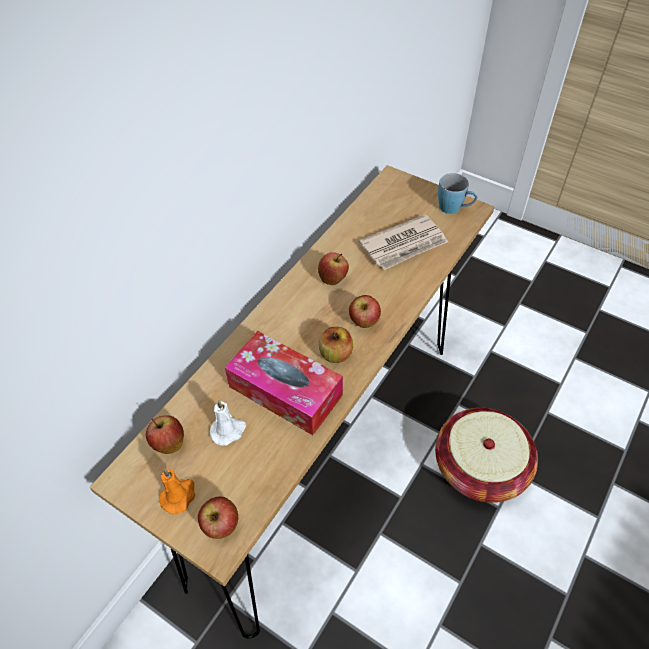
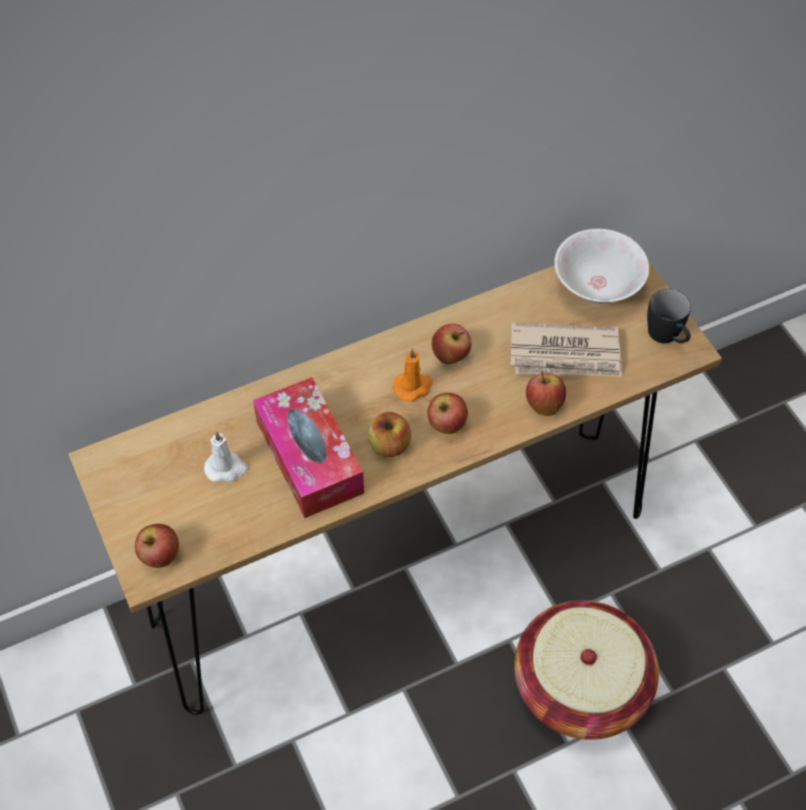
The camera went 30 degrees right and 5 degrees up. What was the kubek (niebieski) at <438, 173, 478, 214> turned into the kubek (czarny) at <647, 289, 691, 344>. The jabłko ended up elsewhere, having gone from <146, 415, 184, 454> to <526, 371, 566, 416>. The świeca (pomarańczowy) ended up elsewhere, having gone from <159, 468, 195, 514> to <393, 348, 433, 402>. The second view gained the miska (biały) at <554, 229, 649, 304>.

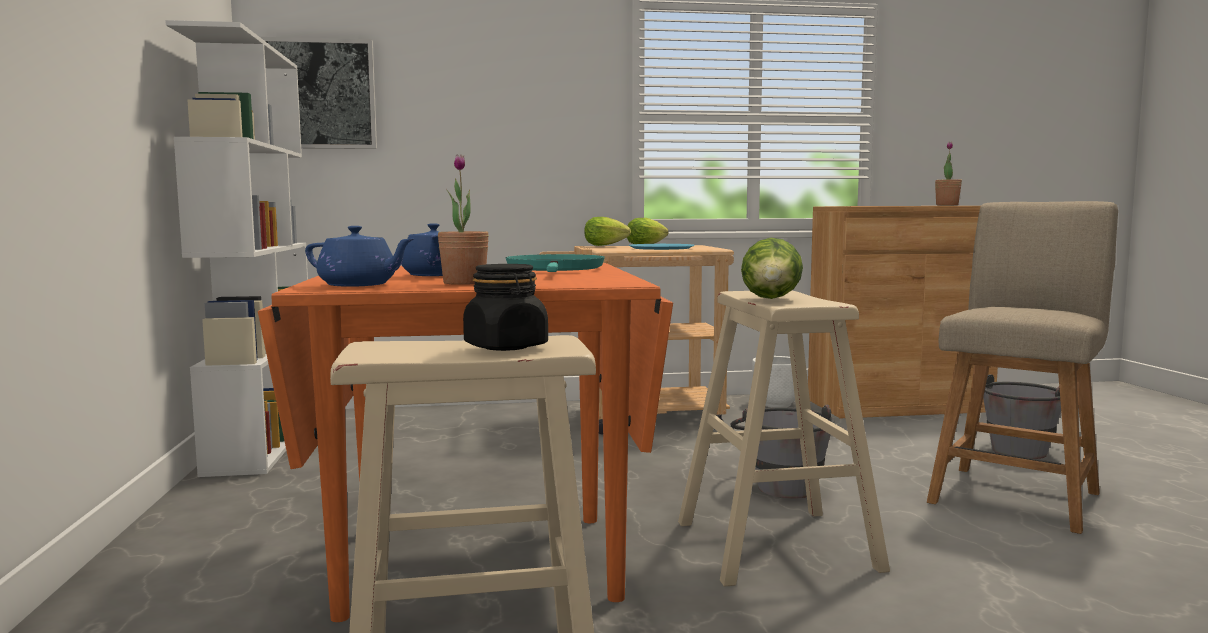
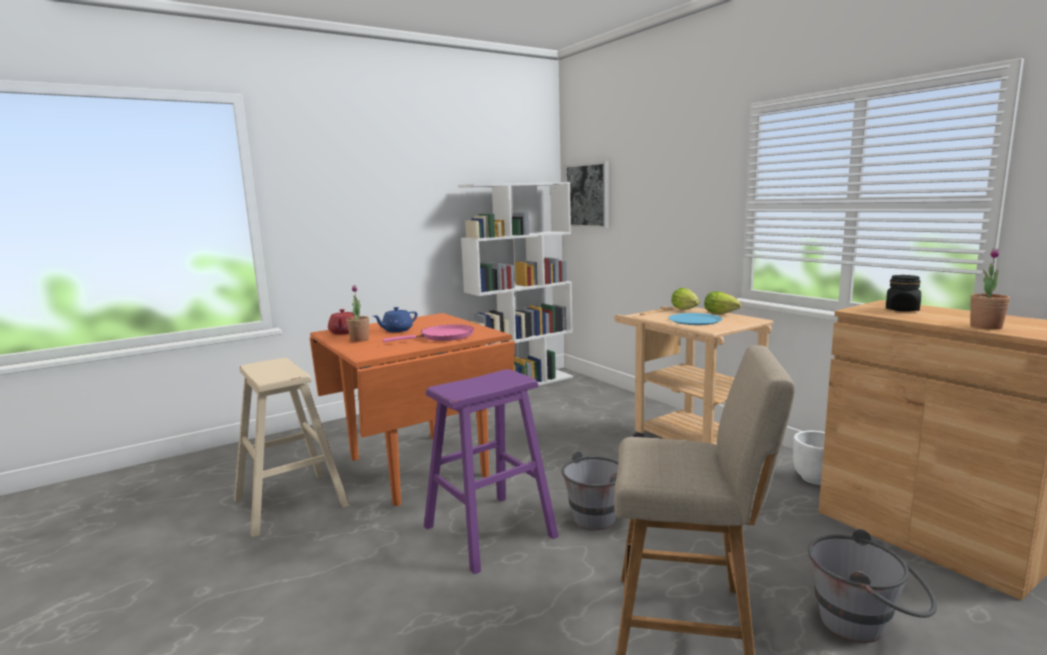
The camera went 65 degrees right and 5 degrees up. What was the imbryk (niebieski) at <305, 226, 414, 287> turned into the imbryk (czerwony) at <328, 309, 355, 335>. The second view lost the sałata at <741, 238, 803, 299>. What was the patelnia (turkusowy) at <506, 254, 605, 272> turned into the patelnia (różowy) at <382, 324, 474, 342>. The słoik (czarny) ended up elsewhere, having gone from <463, 264, 548, 351> to <886, 275, 921, 312>. What was the stołek (beżowy) at <678, 291, 890, 587> turned into the stołek (fioletowy) at <424, 369, 559, 574>.

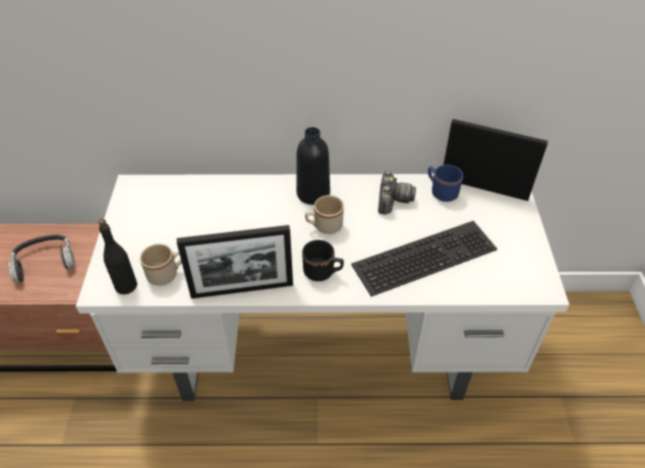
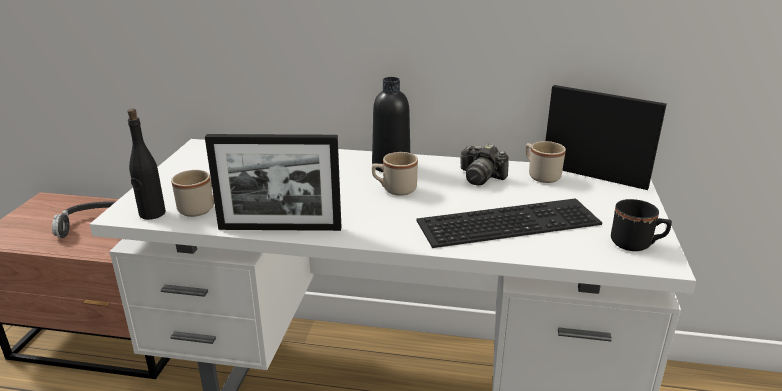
The camera went 10 degrees right and 20 degrees down. What was the kubek (niebieski) at <428, 165, 463, 202> turned into the kubek (beżowy) at <525, 141, 566, 183>. The aparat fotograficzny at <378, 171, 416, 214> ended up facing another way, 105 degrees clockwise from before. The kubek (czarny) ended up elsewhere, having gone from <302, 240, 344, 281> to <611, 199, 672, 251>.

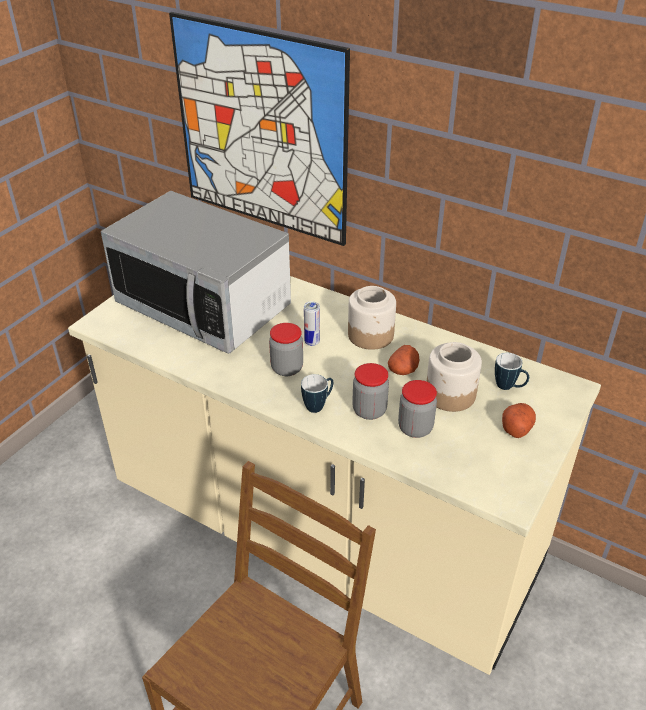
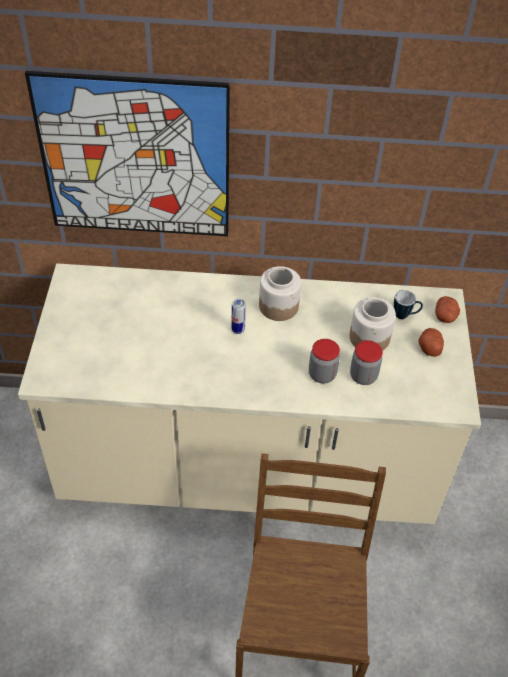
The camera went 30 degrees left and 10 degrees up. The second view lost the mikrofalówka at <101, 191, 291, 354>. The second view lost the słoik at <269, 323, 303, 376>. The ziemniak ended up elsewhere, having gone from <388, 345, 420, 375> to <435, 296, 460, 323>. The second view lost the kubek at <301, 374, 333, 413>.

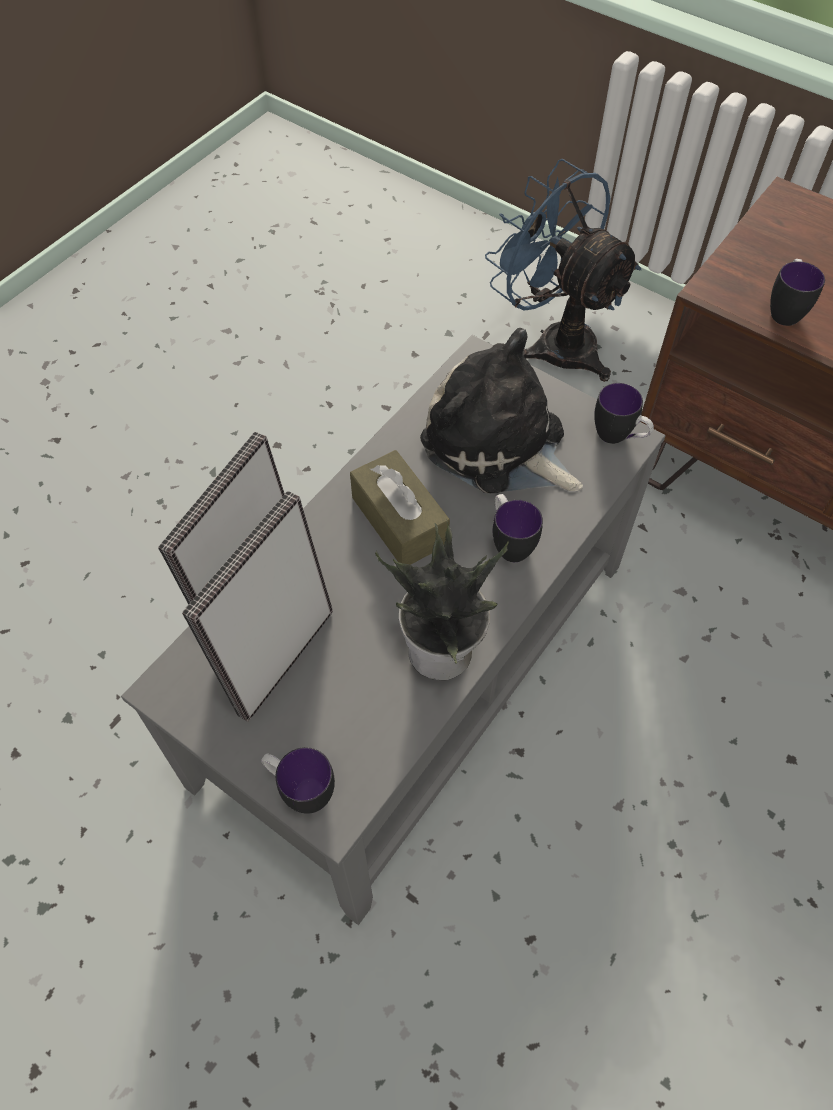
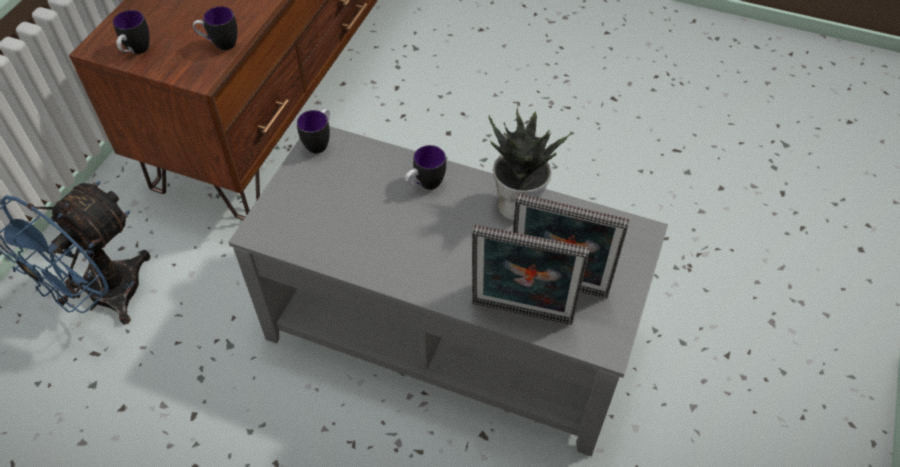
The camera went 105 degrees left and 5 degrees down. The second view lost the pluszak at <420, 328, 583, 493>. The second view lost the pudełko chusteczek (brązowy) at <350, 450, 450, 565>. The kubek ended up elsewhere, having gone from <261, 747, 335, 814> to <113, 10, 150, 54>.

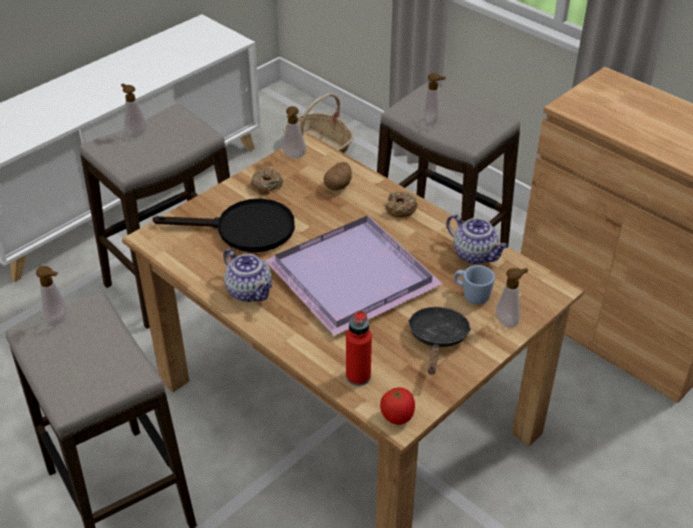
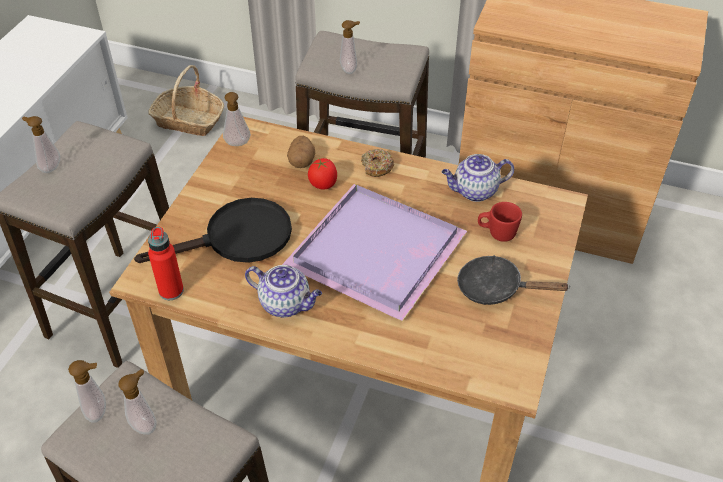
The camera went 25 degrees left and 5 degrees up. The second view lost the donut at <251, 168, 283, 195>. The imbryk at <446, 214, 509, 264> ended up facing another way, 150 degrees clockwise from before. What was the kubek (niebieski) at <454, 265, 495, 305> turned into the kubek (czerwony) at <478, 202, 522, 242>. The dozownik mydła ended up elsewhere, having gone from <496, 268, 528, 328> to <118, 369, 157, 435>. The patelnia (czarny) at <408, 307, 471, 375> ended up facing another way, 60 degrees counterclockwise from before. The butelka (czerwony) ended up elsewhere, having gone from <346, 310, 372, 386> to <148, 227, 184, 300>. The pomidor ended up elsewhere, having gone from <380, 387, 415, 425> to <308, 158, 337, 190>.

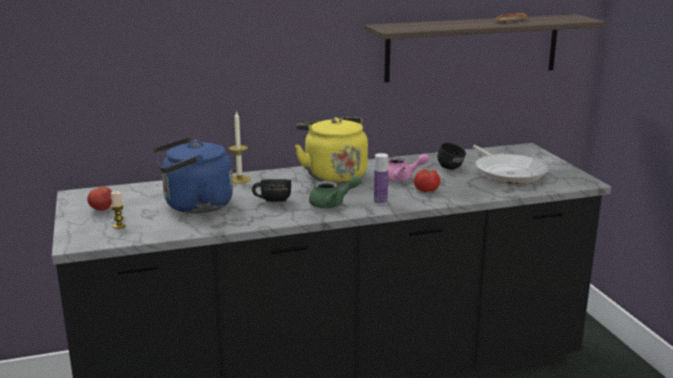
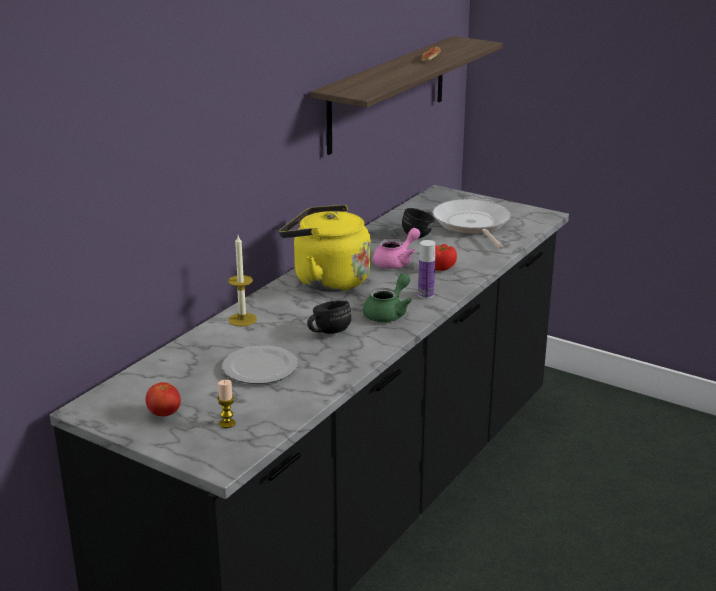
The camera went 40 degrees left and 5 degrees up. Where the czajnik (niebieski) stood at <152, 137, 233, 214>, the talerz came to stand at <222, 345, 298, 384>. The patelnia at <473, 145, 548, 184> ended up facing another way, 135 degrees counterclockwise from before.

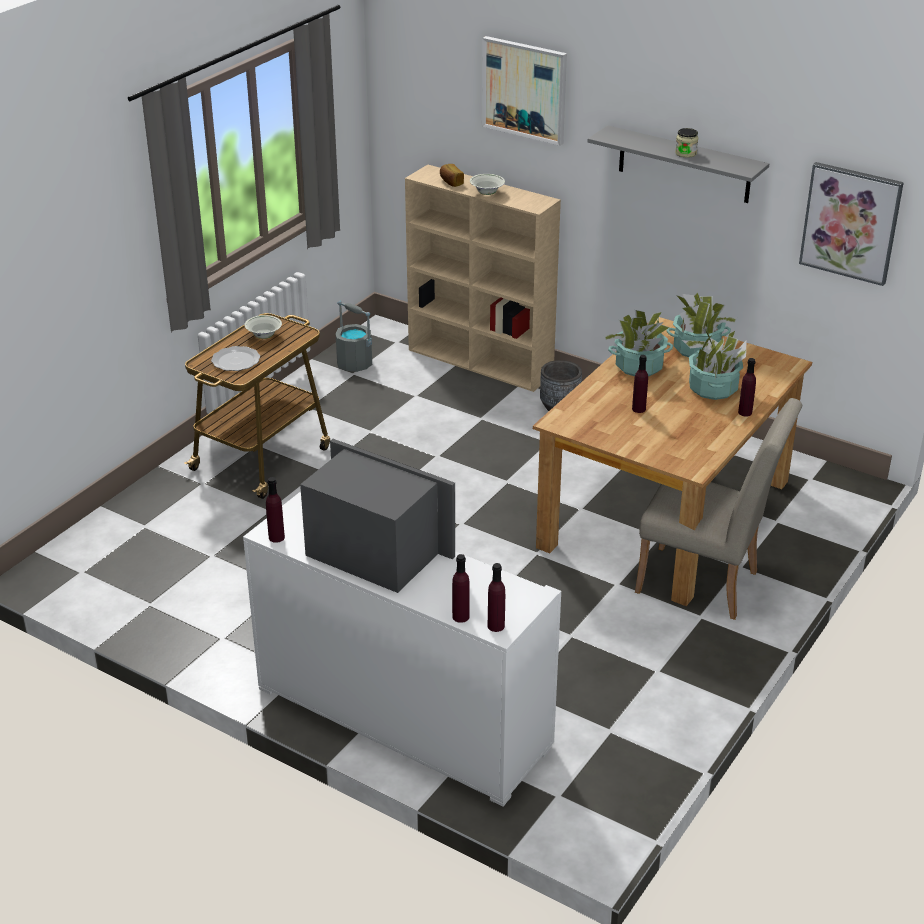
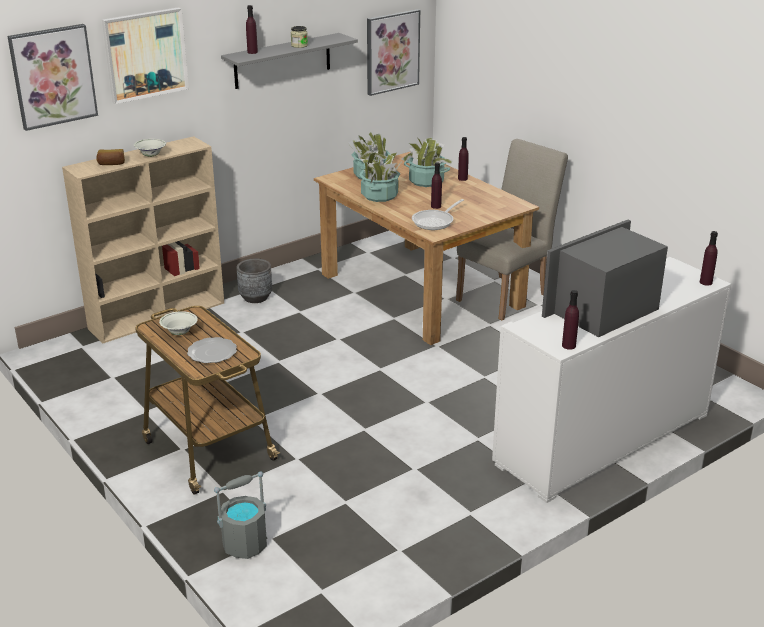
The camera went 70 degrees left and 5 degrees down. The wiadro (szary) ended up elsewhere, having gone from <335, 301, 372, 372> to <214, 471, 267, 559>. The butelka (fioletowy) ended up elsewhere, having gone from <452, 554, 470, 623> to <246, 5, 258, 54>. The second view gained the obraz at <7, 24, 98, 131>. The second view gained the patelnia at <412, 199, 464, 230>.

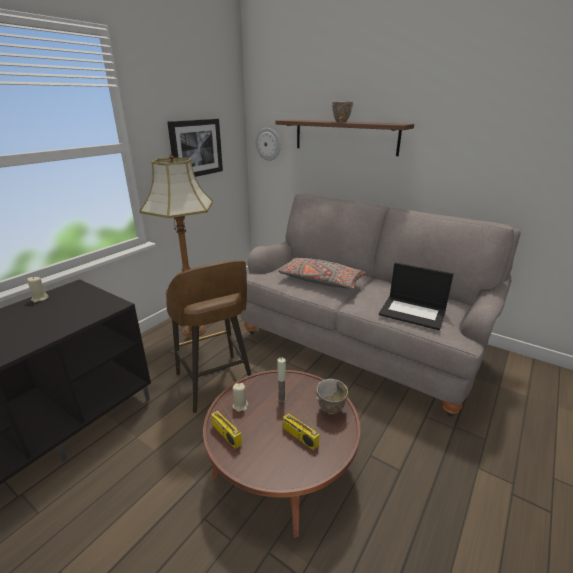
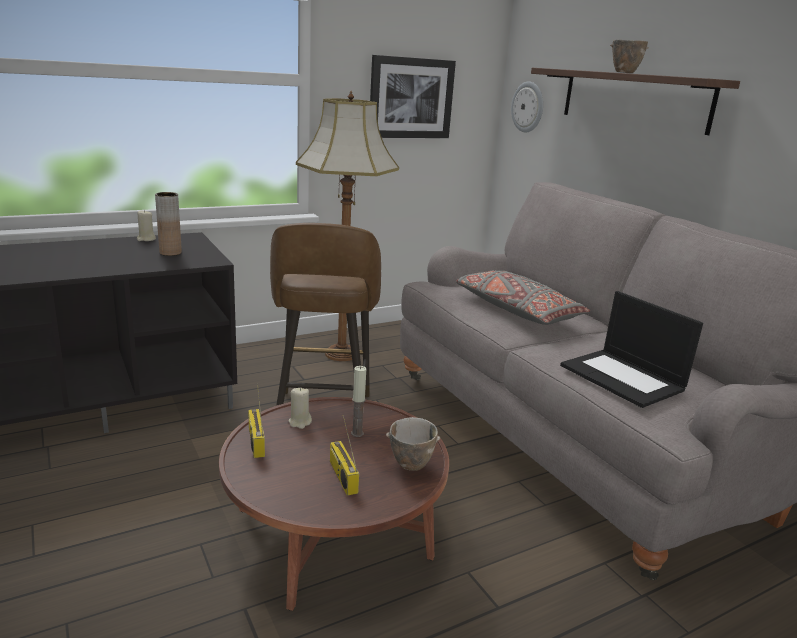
The camera went 25 degrees right and 5 degrees down. The second view gained the wazon (brązowy) at <155, 192, 182, 256>.

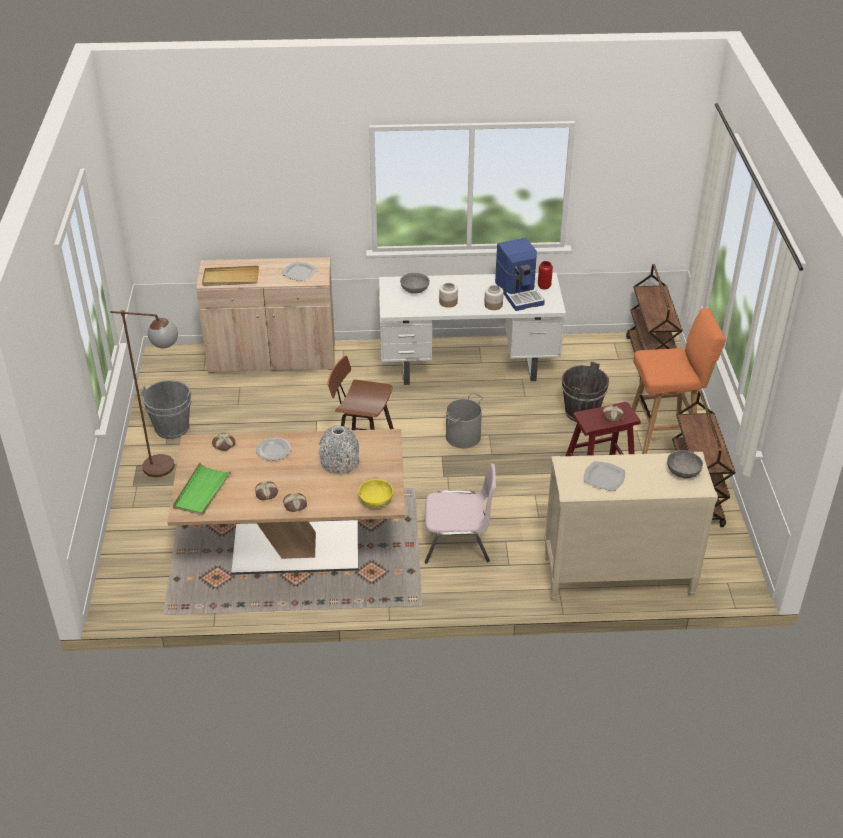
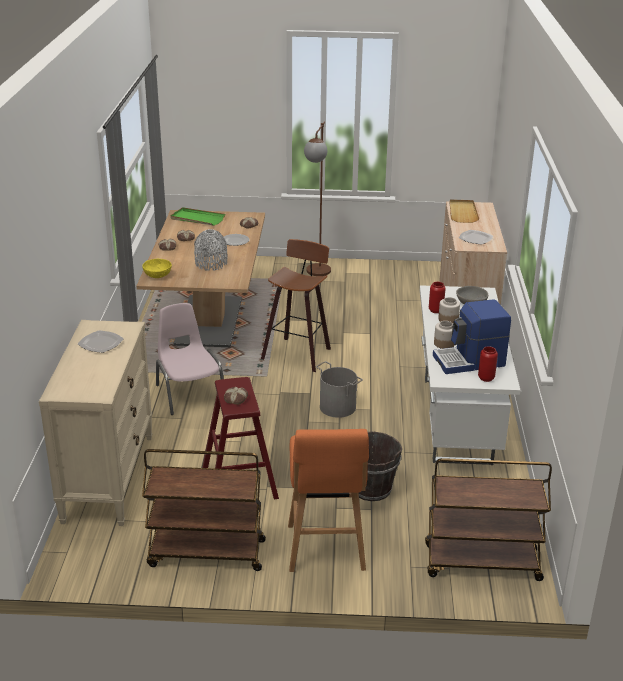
The camera went 95 degrees right and 10 degrees down. The second view lost the wiadro (szary) at <141, 380, 191, 439>. The second view lost the miska (szary) at <667, 450, 703, 478>. The krzesło (różowy) at <425, 463, 496, 564> ended up facing another way, 150 degrees clockwise from before. The second view gained the wazon (czerwony) at <429, 282, 445, 313>.

